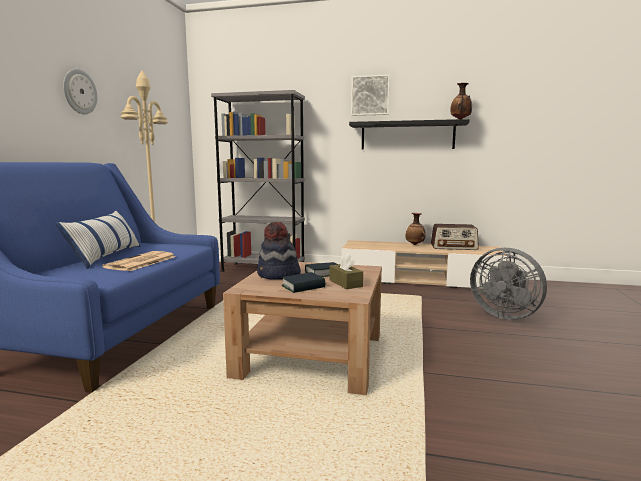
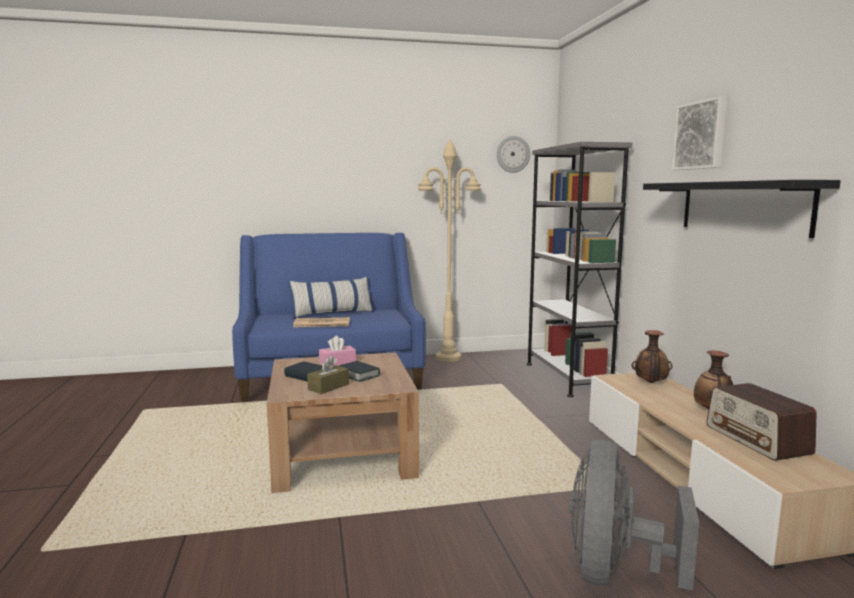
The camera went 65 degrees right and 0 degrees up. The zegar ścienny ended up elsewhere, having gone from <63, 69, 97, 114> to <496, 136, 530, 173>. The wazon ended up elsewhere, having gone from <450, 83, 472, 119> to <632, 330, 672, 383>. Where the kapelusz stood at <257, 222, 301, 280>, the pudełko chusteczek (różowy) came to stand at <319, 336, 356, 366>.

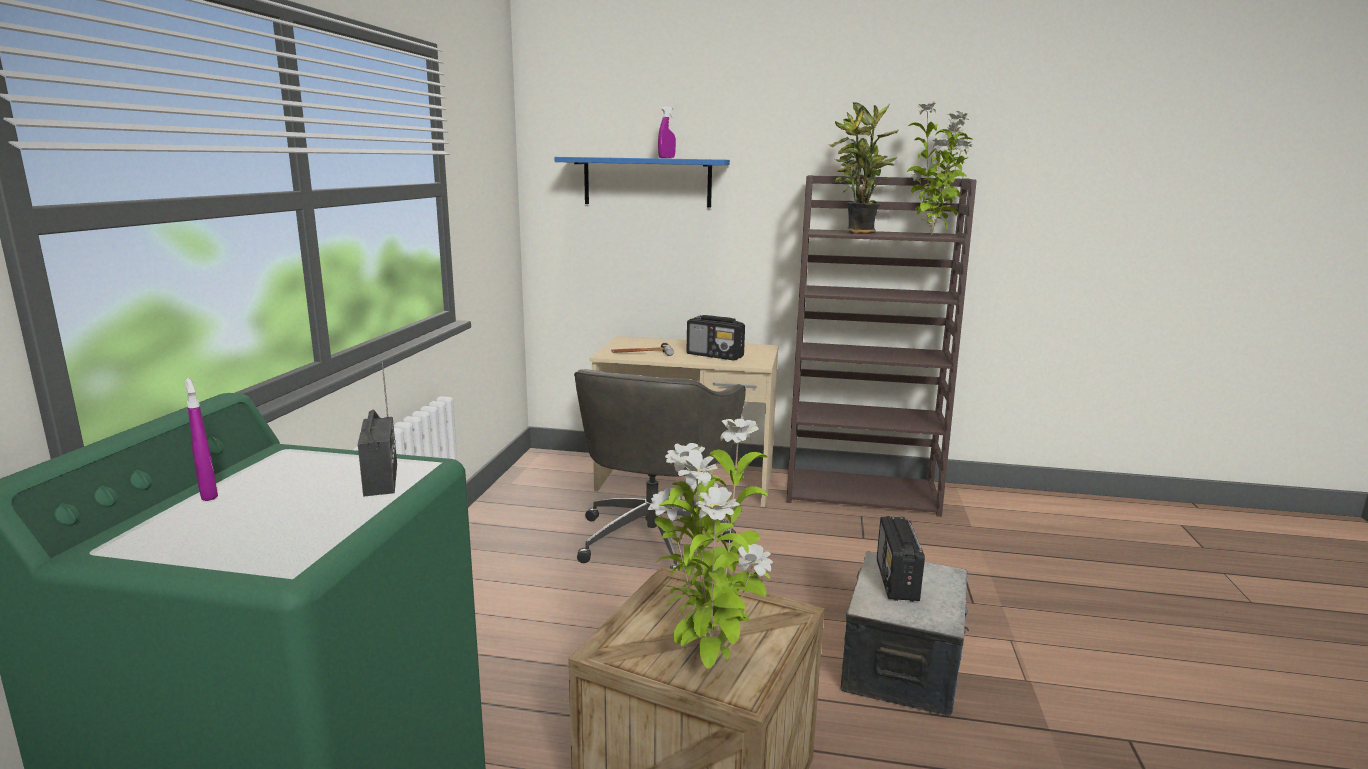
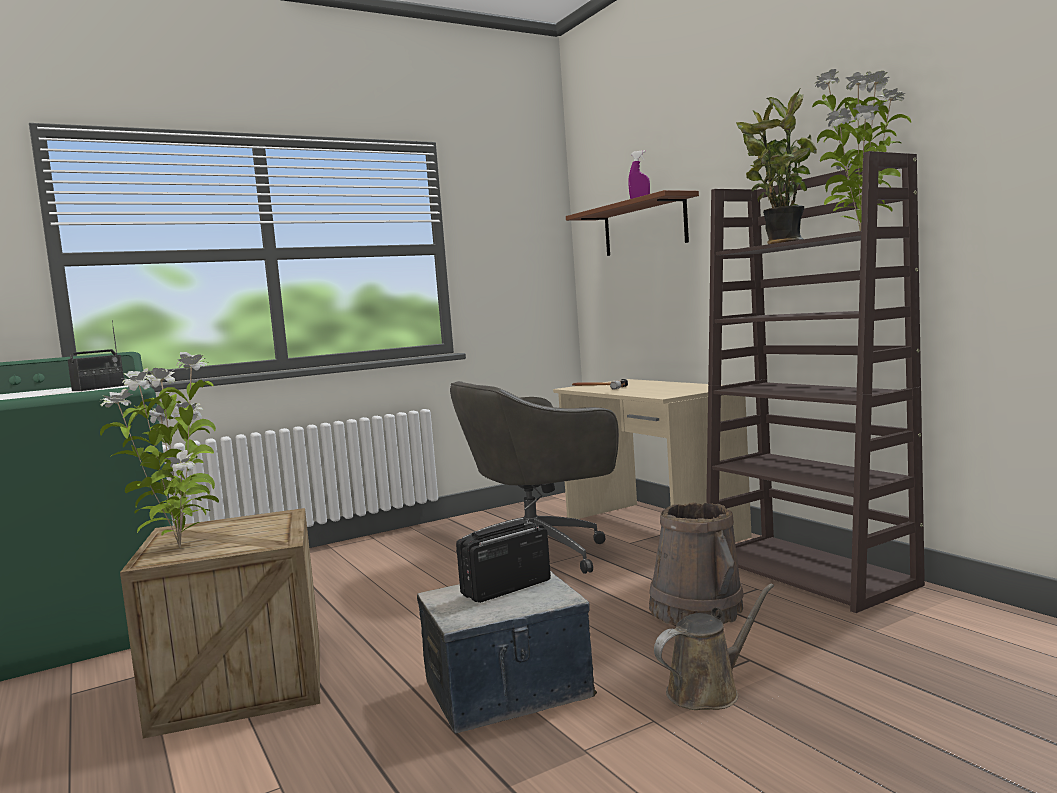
The camera went 50 degrees right and 10 degrees down. What was the półka (niebieski) at <555, 157, 730, 207> turned into the półka (brązowy) at <566, 190, 699, 256>. The second view lost the radio at <686, 315, 745, 361>. The second view lost the spryskiwacz (fioletowy) at <185, 378, 218, 501>. The second view gained the wiadro (brązowy) at <649, 502, 744, 625>. The second view gained the konewka (brązowy) at <654, 584, 774, 710>.

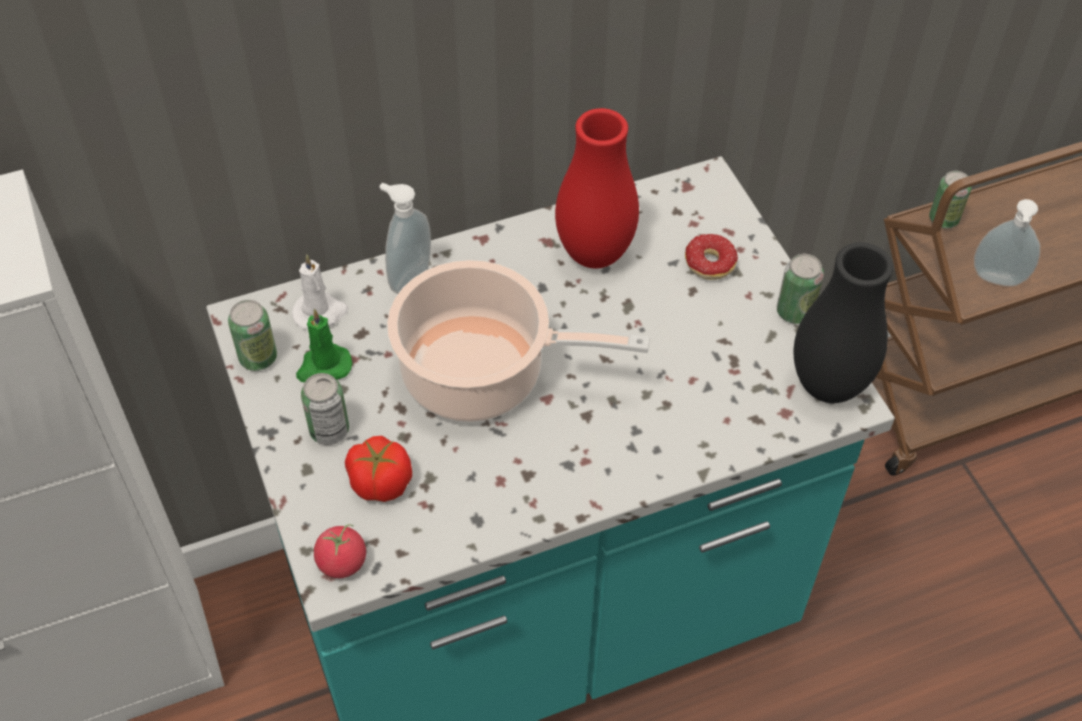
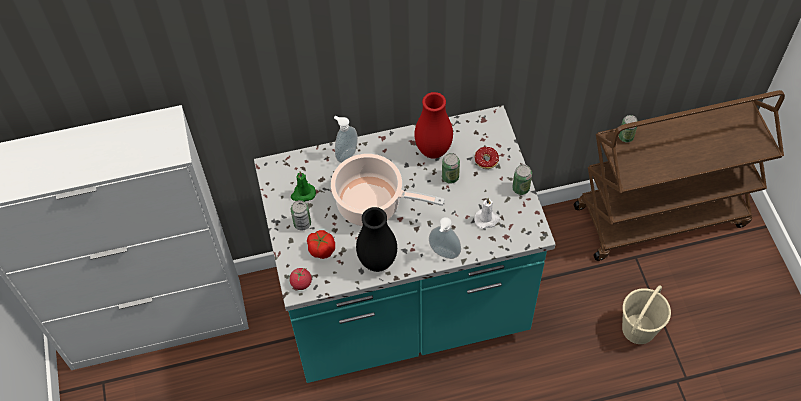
The camera went 10 degrees right and 5 degrees up. The dozownik mydła ended up elsewhere, having gone from <974, 199, 1040, 286> to <429, 217, 461, 259>. The wazon (czarny) ended up elsewhere, having gone from <794, 242, 893, 403> to <356, 207, 397, 272>. The świeca (biały) ended up elsewhere, having gone from <292, 254, 349, 330> to <474, 198, 500, 229>. The puszka ended up elsewhere, having gone from <228, 300, 277, 371> to <442, 153, 460, 184>. The second view gained the wiadro (beżowy) at <622, 286, 671, 344>.

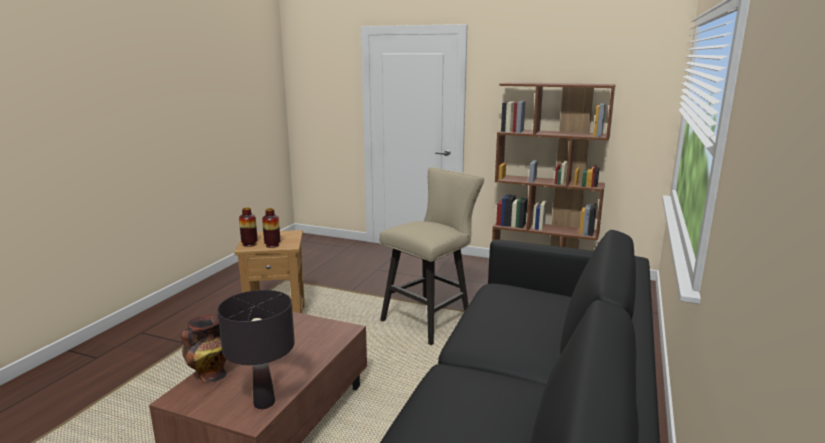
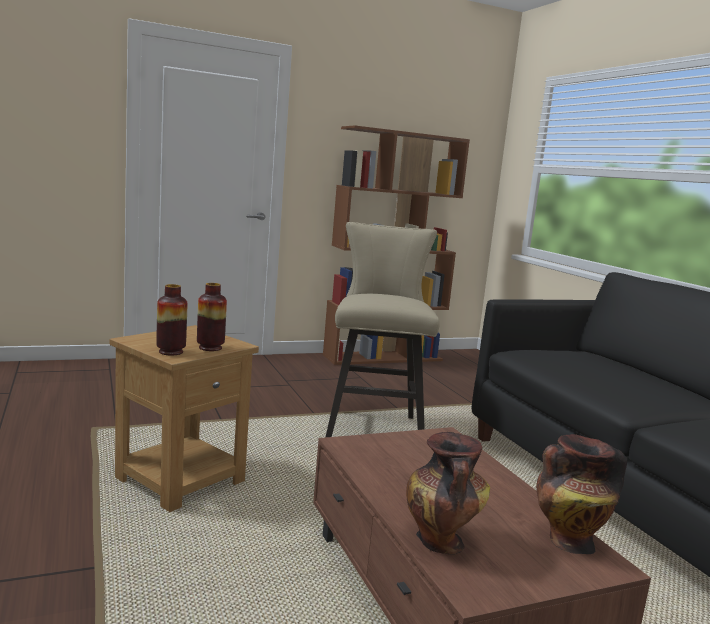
The camera went 45 degrees left and 5 degrees down. Where the lampa stołowa (czarny) stood at <217, 290, 295, 409>, the wazon came to stand at <536, 434, 627, 554>.

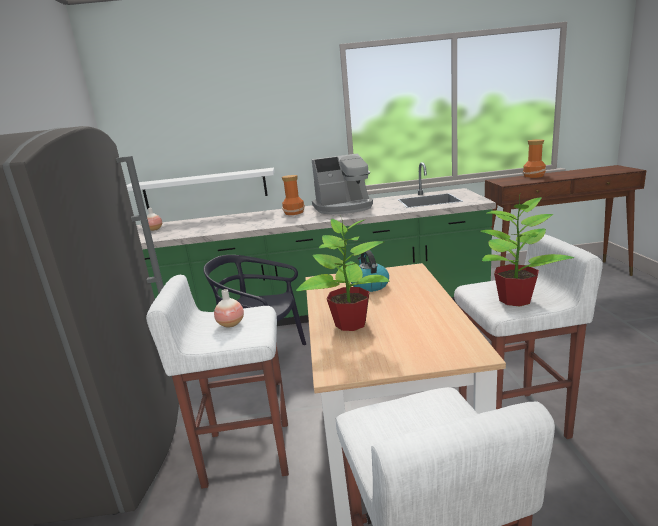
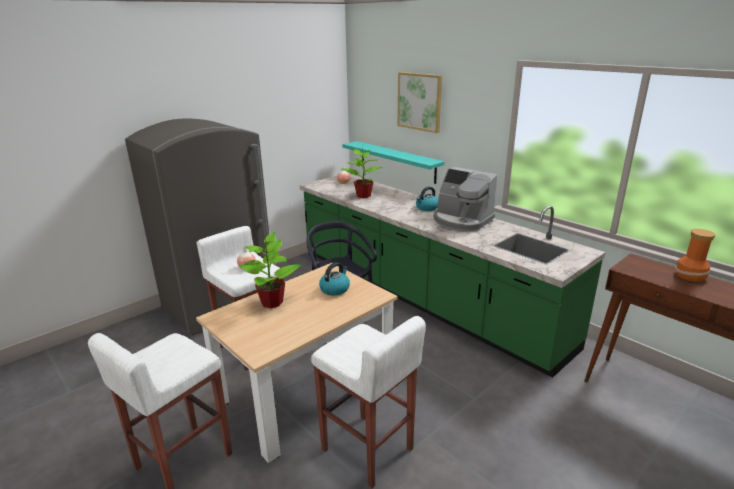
The camera went 50 degrees right and 5 degrees up. What was the półka (biały) at <126, 168, 275, 209> turned into the półka (turkusowy) at <342, 141, 445, 184>. Where the wazon stood at <282, 175, 305, 215>, the czajnik came to stand at <416, 187, 438, 211>. The roślina doniczkowa ended up elsewhere, having gone from <480, 195, 574, 307> to <342, 146, 383, 198>. The second view gained the obraz at <398, 72, 442, 133>.

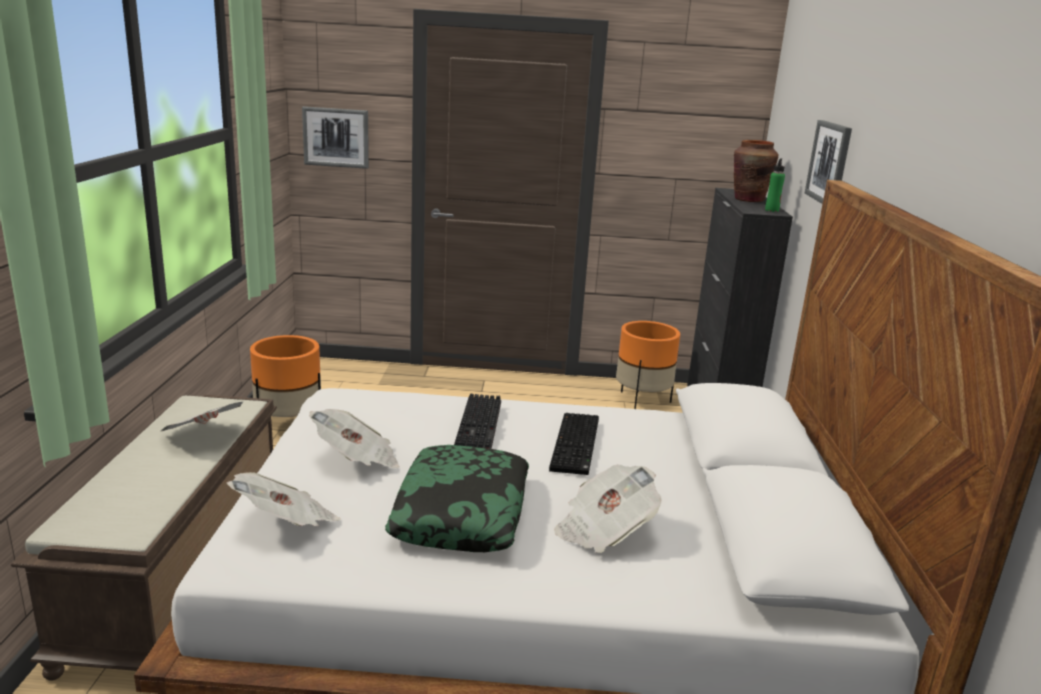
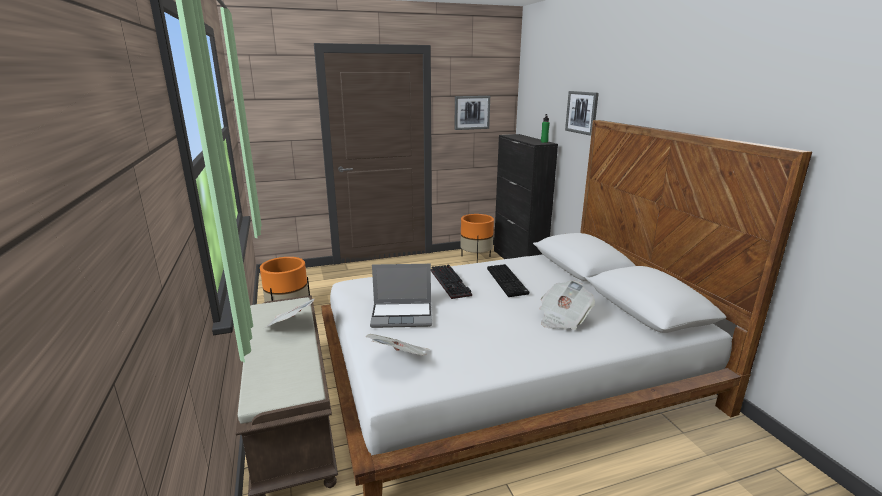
The camera went 20 degrees left and 0 degrees up. The obraz ended up elsewhere, having gone from <302, 106, 369, 169> to <454, 96, 490, 130>. The second view lost the wazon (brązowy) at <734, 140, 778, 202>. Where the gazeta stood at <309, 409, 400, 468>, the laptop came to stand at <370, 264, 432, 328>. The second view lost the poduszka at <385, 445, 529, 552>.

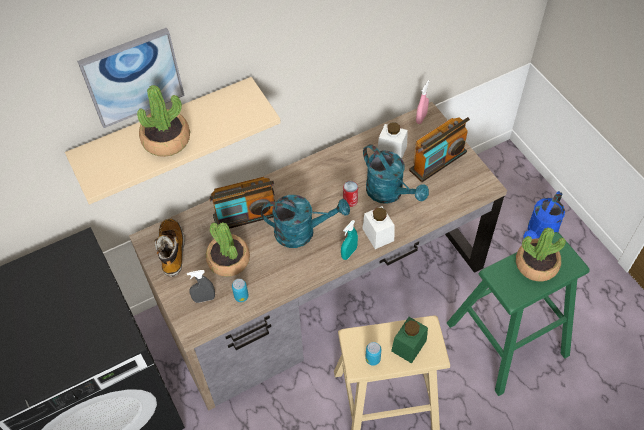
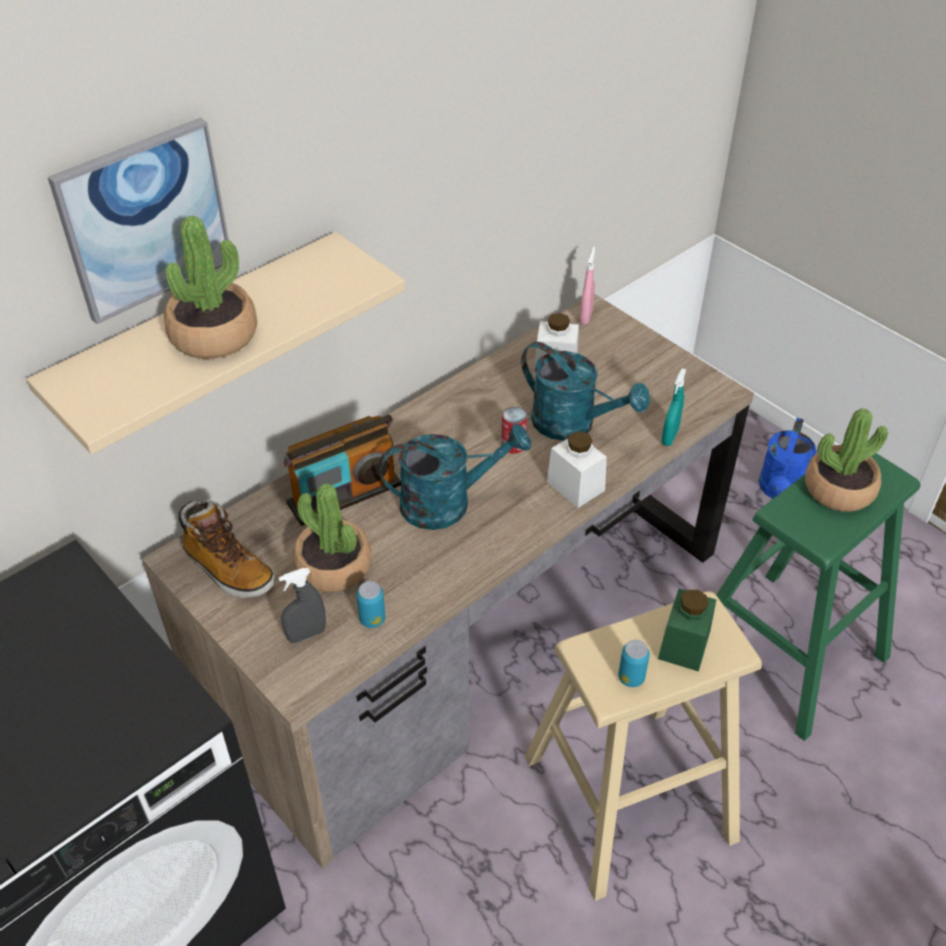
The camera went 15 degrees left and 10 degrees down. The second view lost the radio at <409, 117, 470, 182>. The but z cholewką at <154, 219, 185, 277> ended up facing another way, 150 degrees clockwise from before. The spryskiwacz (turkusowy) ended up elsewhere, having gone from <341, 220, 358, 260> to <661, 368, 686, 446>.

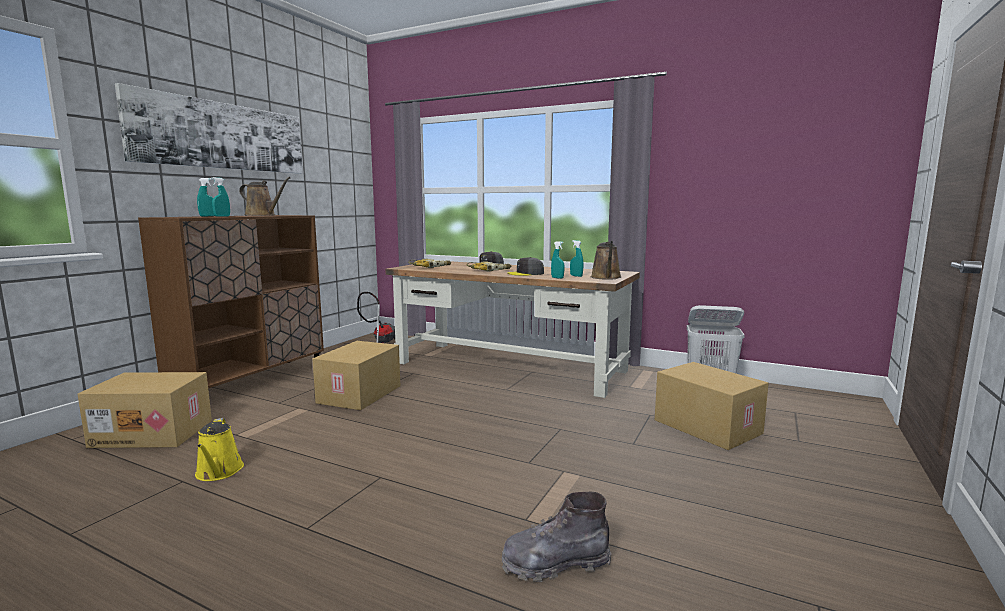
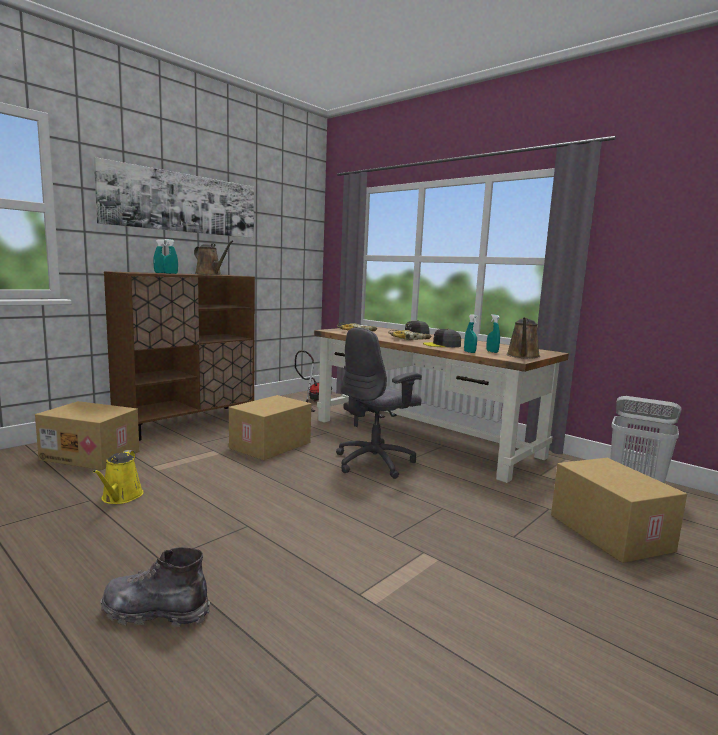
The camera went 15 degrees right and 0 degrees up. The but z cholewką (szary) ended up elsewhere, having gone from <501, 492, 612, 582> to <101, 547, 210, 627>. The second view gained the krzesło biurowe (szary) at <336, 327, 422, 479>.

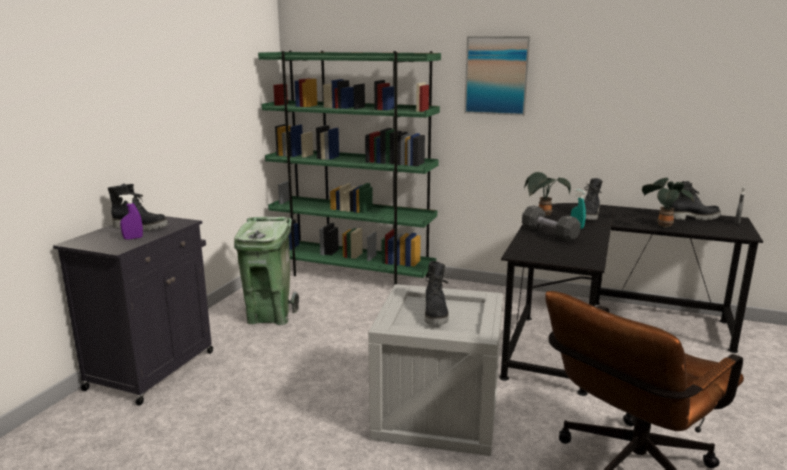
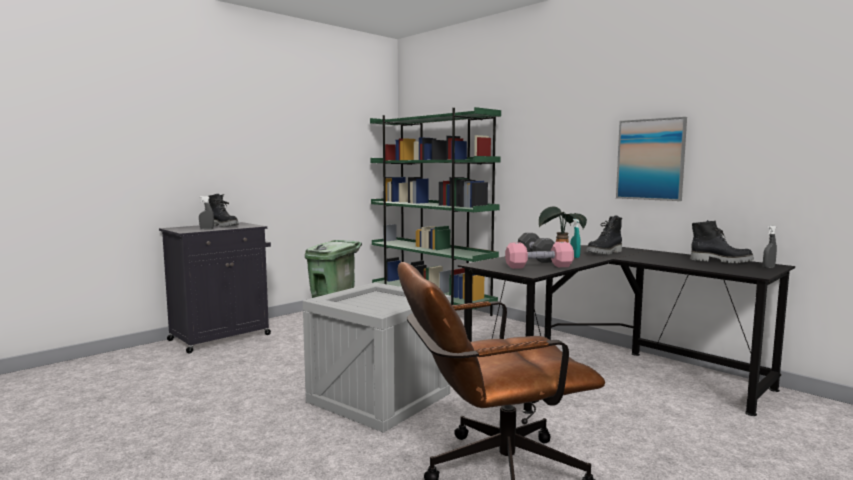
The camera went 25 degrees right and 10 degrees down. The obraz ended up elsewhere, having gone from <464, 36, 530, 116> to <616, 117, 687, 201>. The second view lost the roślina doniczkowa at <642, 178, 694, 228>. What was the spryskiwacz (fioletowy) at <119, 194, 143, 240> turned into the spryskiwacz (szary) at <199, 196, 214, 229>. The second view lost the but z cholewką (czarny) at <425, 261, 449, 325>. The second view gained the hantel (różowy) at <505, 242, 574, 269>.

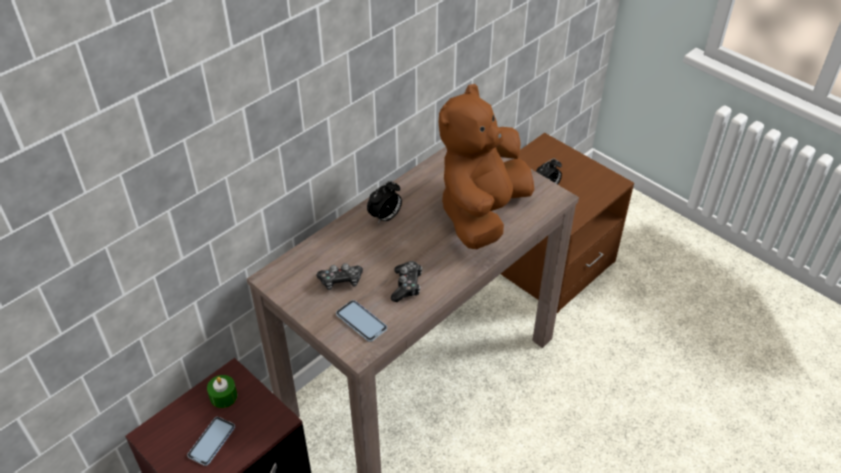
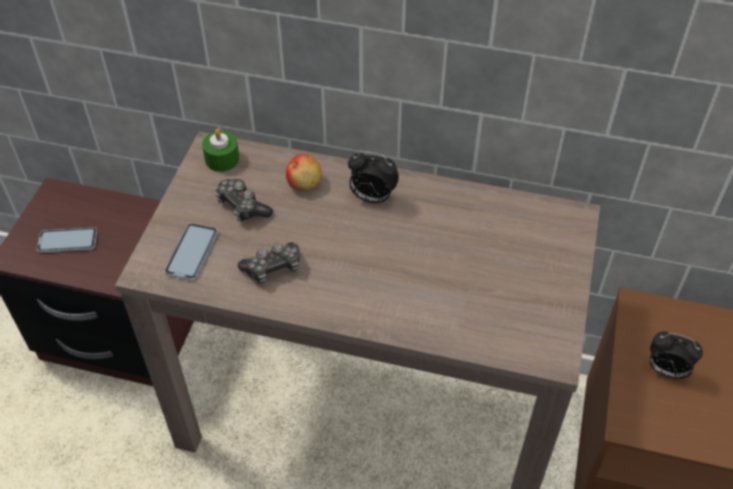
The camera went 60 degrees right and 5 degrees up. The second view lost the pluszak (brązowy) at <438, 84, 534, 249>. The świeca (zielony) ended up elsewhere, having gone from <207, 375, 237, 408> to <202, 129, 240, 172>. The second view gained the jabłko at <286, 154, 322, 191>.

